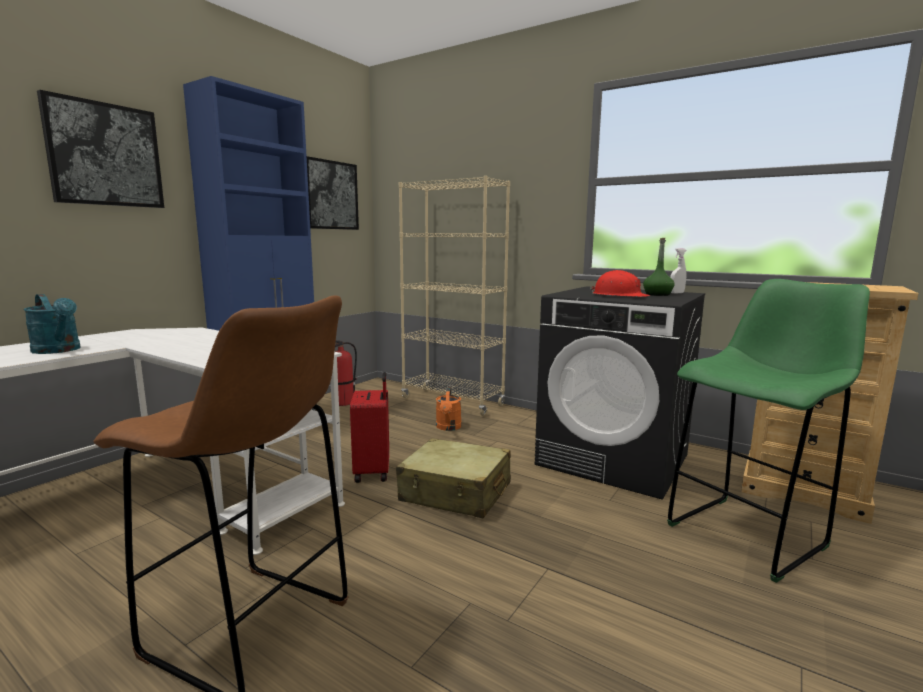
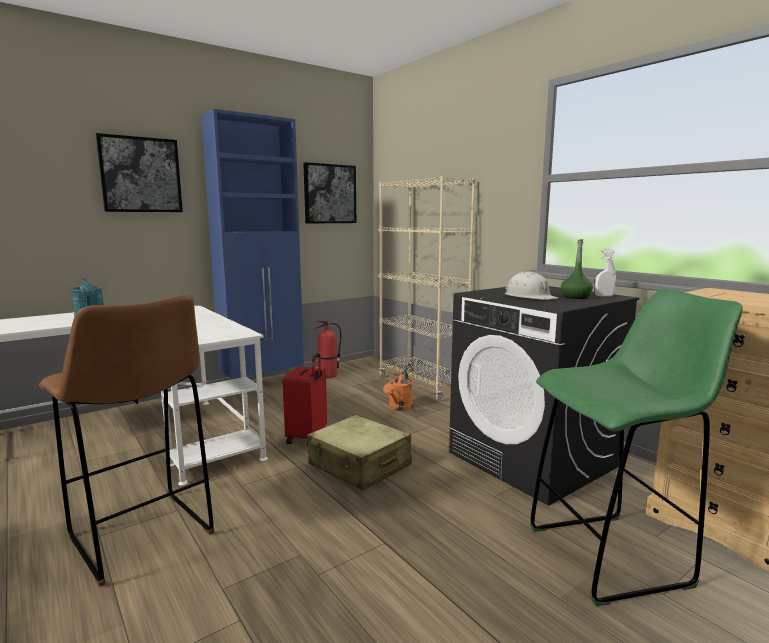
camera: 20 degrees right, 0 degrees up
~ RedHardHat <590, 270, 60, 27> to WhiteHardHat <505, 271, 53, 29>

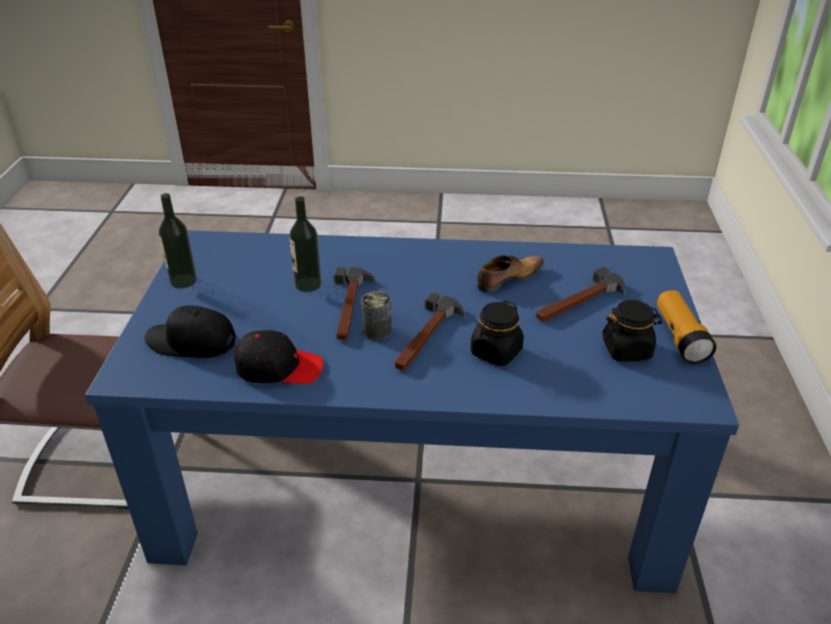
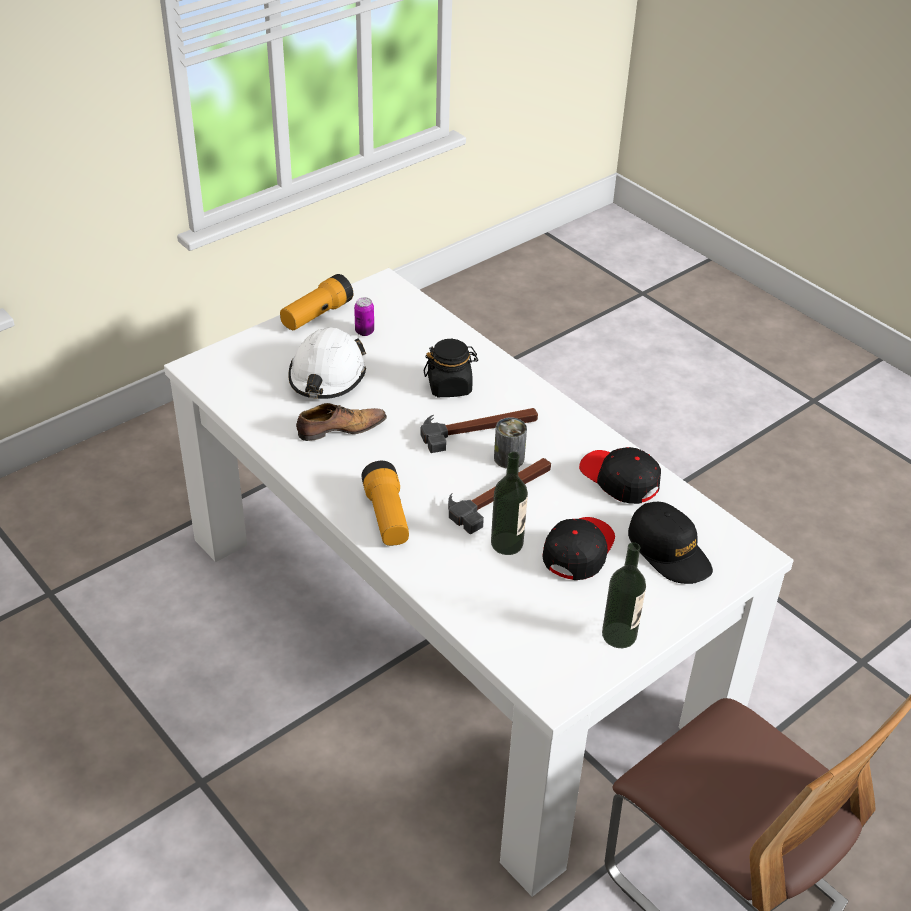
camera: 135 degrees left, 5 degrees up
~ BlueDiningTable <85, 230, 654, 363> to WhiteDiningTable <164, 268, 630, 629>
~ Shoe <477, 255, 67, 37> = <296, 403, 91, 38> 150 degrees clockwise
~ Hammer <536, 267, 90, 55> to WhiteHardHat <288, 327, 78, 72>
~ BlackJar <602, 300, 61, 61> to Can <354, 297, 20, 39>
+ Flashlight <361, 461, 48, 85>
+ BlackCap <542, 517, 73, 63>

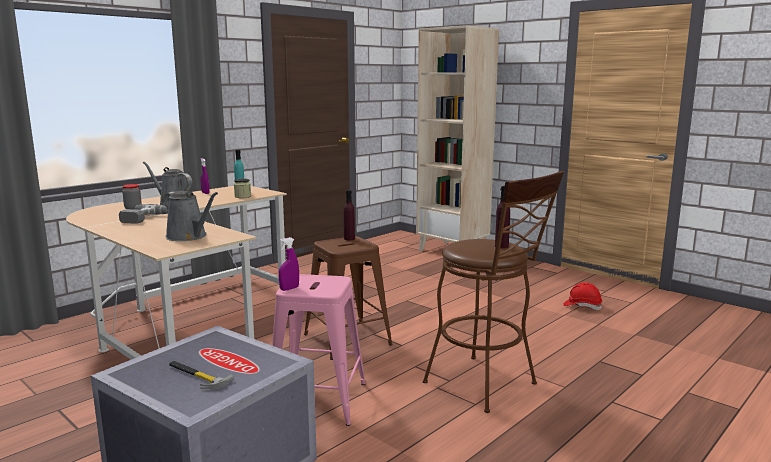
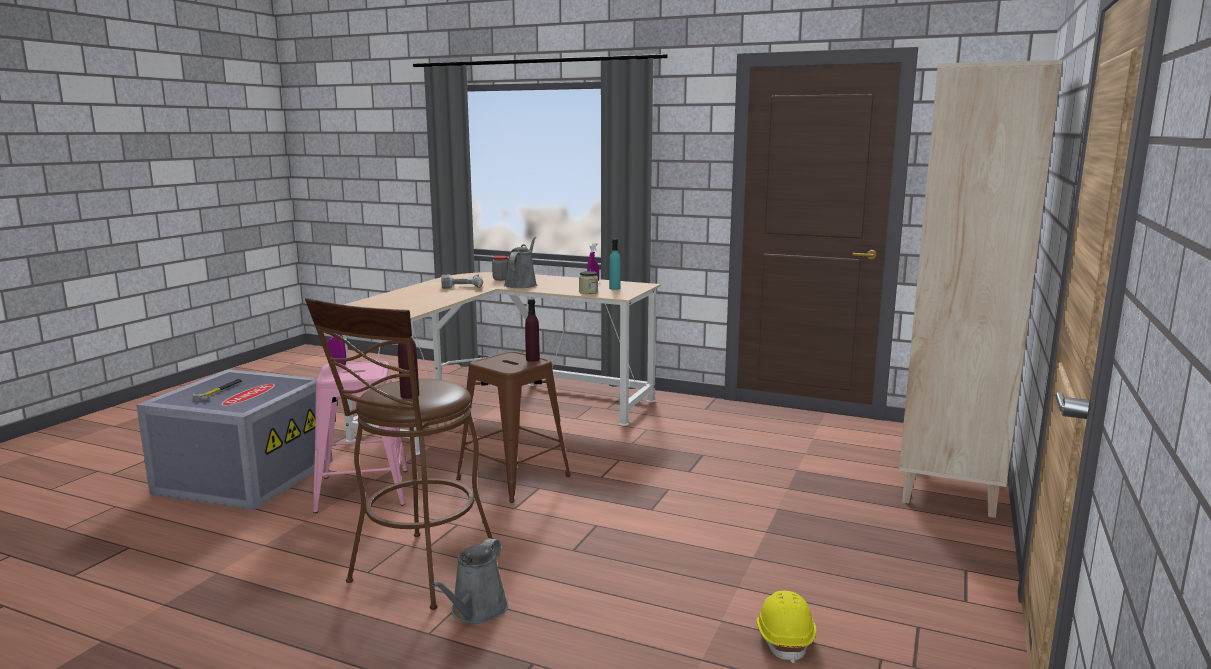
camera: 70 degrees right, 0 degrees up
~ GreyWateringCan <164, 191, 54, 50> to <432, 538, 76, 86>
~ RedHardHat <563, 282, 39, 28> to YellowHardHat <756, 591, 60, 72>

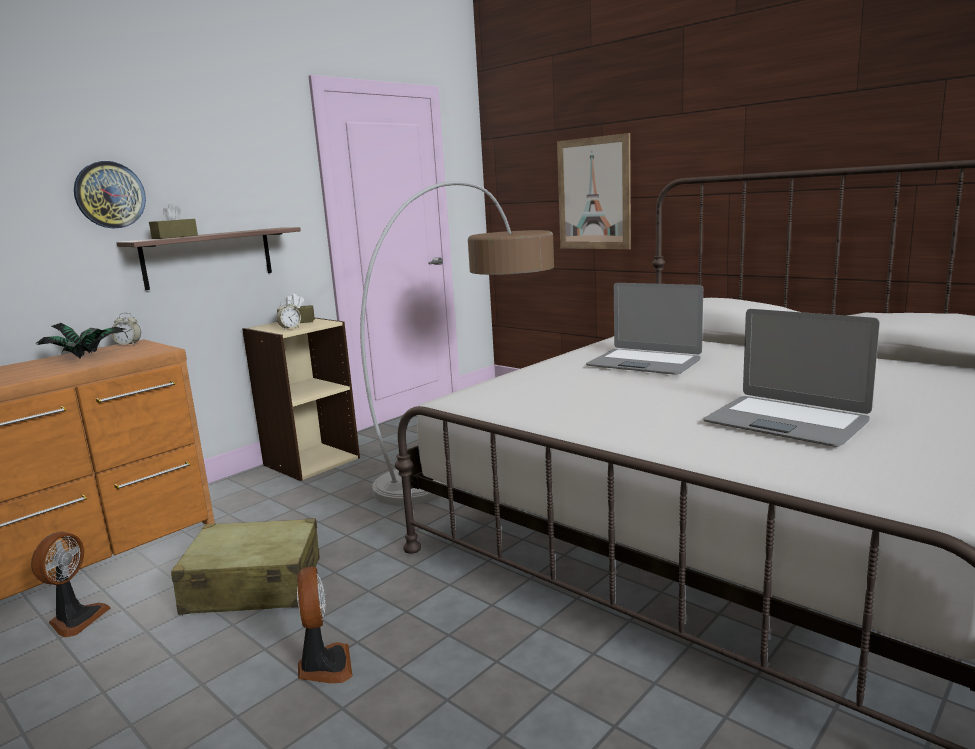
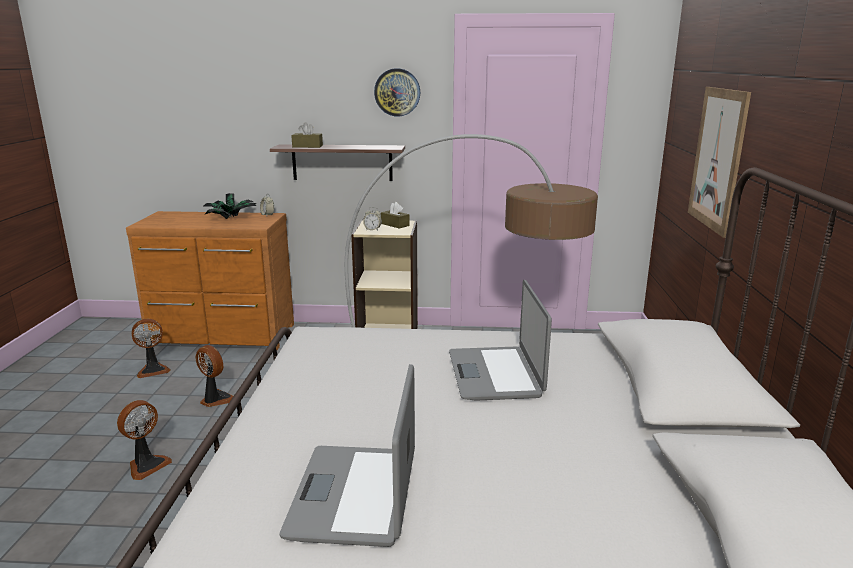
camera: 50 degrees right, 5 degrees up
~ WallClock <74, 161, 72, 67> to <374, 68, 46, 49>
~ BeigeSuitcase <171, 518, 149, 97> to Fan <195, 345, 38, 62>

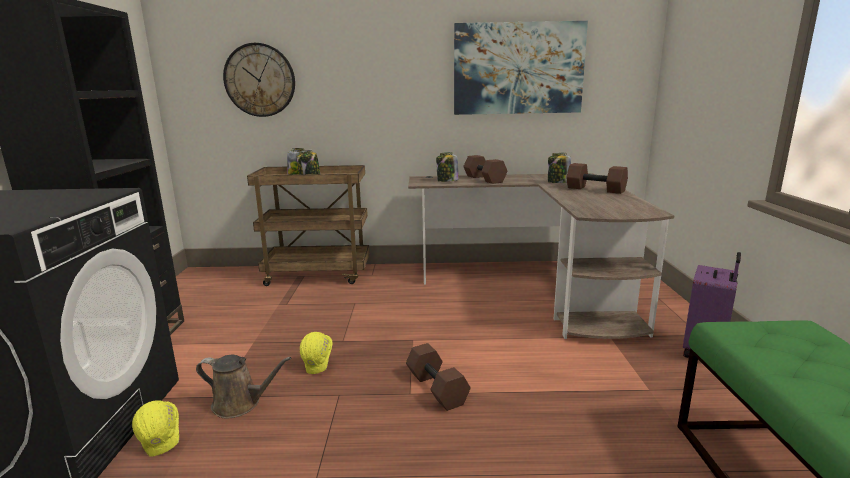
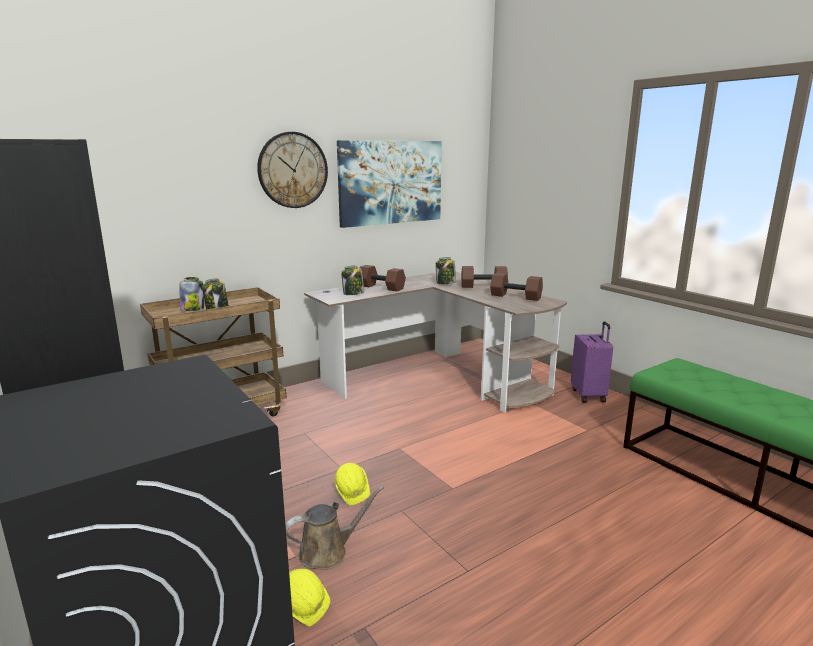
camera: 35 degrees left, 0 degrees up
~ WallClock <223, 43, 72, 74> to <257, 132, 71, 76>
~ BrownDumbbell <406, 343, 65, 68> to <490, 273, 53, 28>

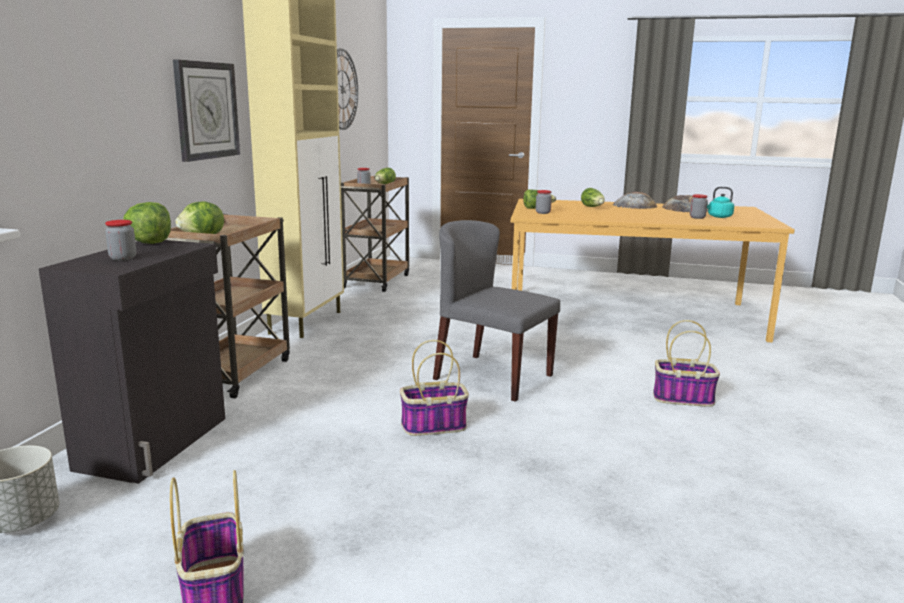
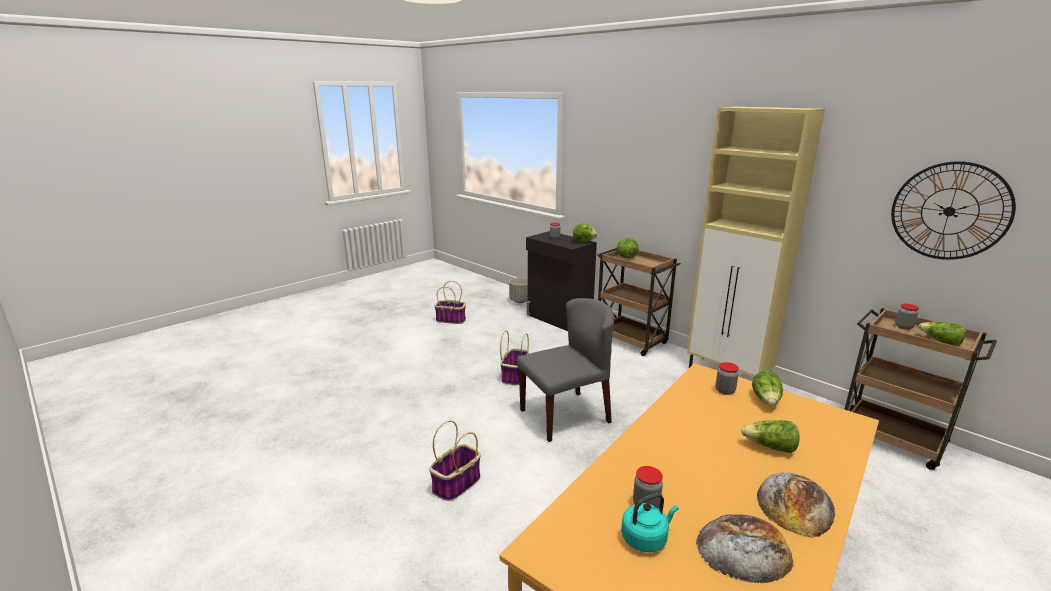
camera: 120 degrees right, 5 degrees up
- WallClock <173, 59, 67, 103>

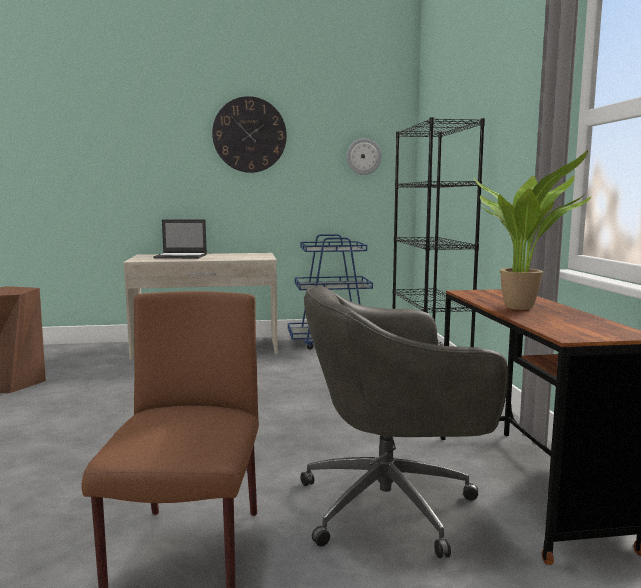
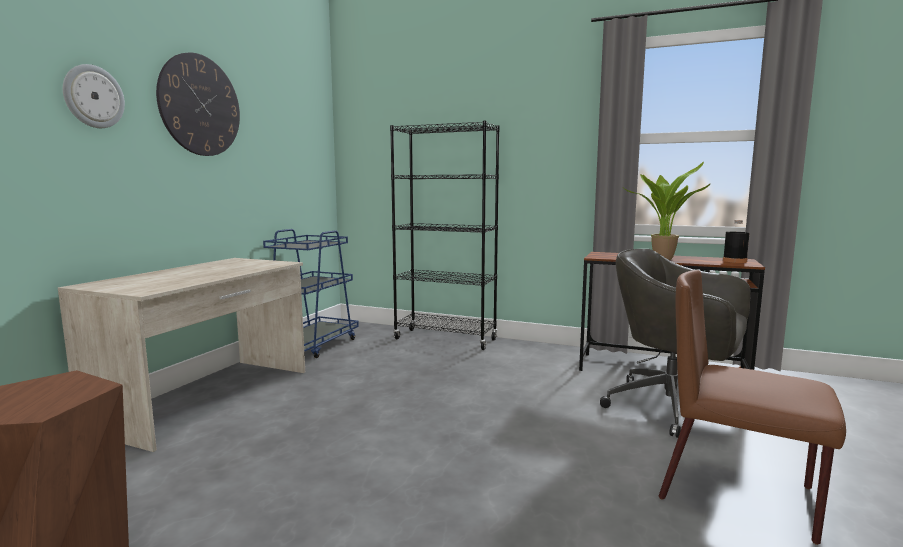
camera: 60 degrees left, 0 degrees up
~ WallClock <346, 138, 36, 37> to <63, 64, 62, 64>
- Laptop <153, 220, 54, 39>
~ GreyOfficeChair <300, 286, 208, 272> = <600, 249, 151, 189> 105 degrees clockwise
+ BlackBottle <723, 220, 27, 43>

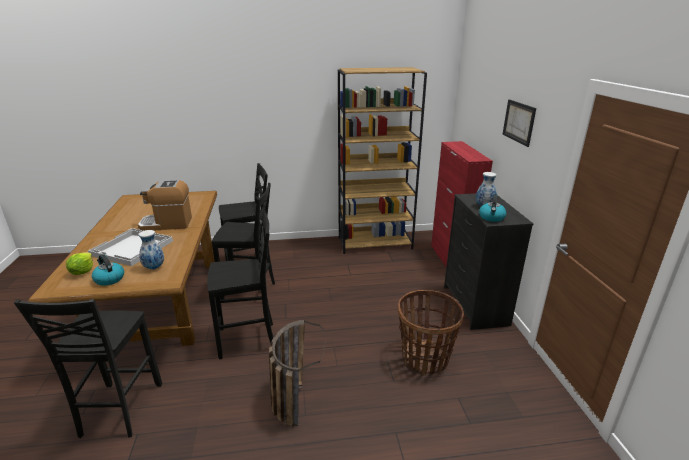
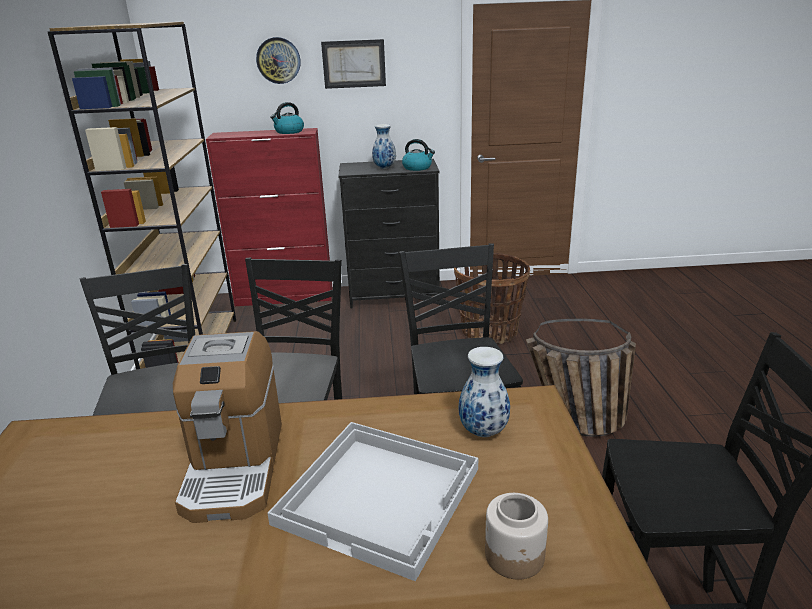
camera: 85 degrees left, 0 degrees up
~ Lettuce <66, 253, 27, 22> to Jar <485, 493, 63, 87>
~ Kettle <92, 254, 32, 32> to <270, 102, 34, 32>
+ WallClock <256, 37, 45, 47>

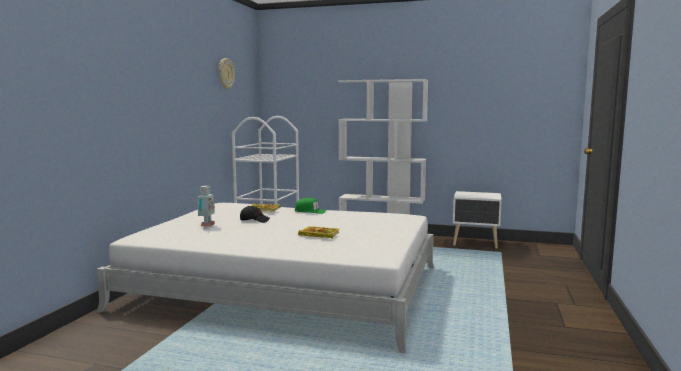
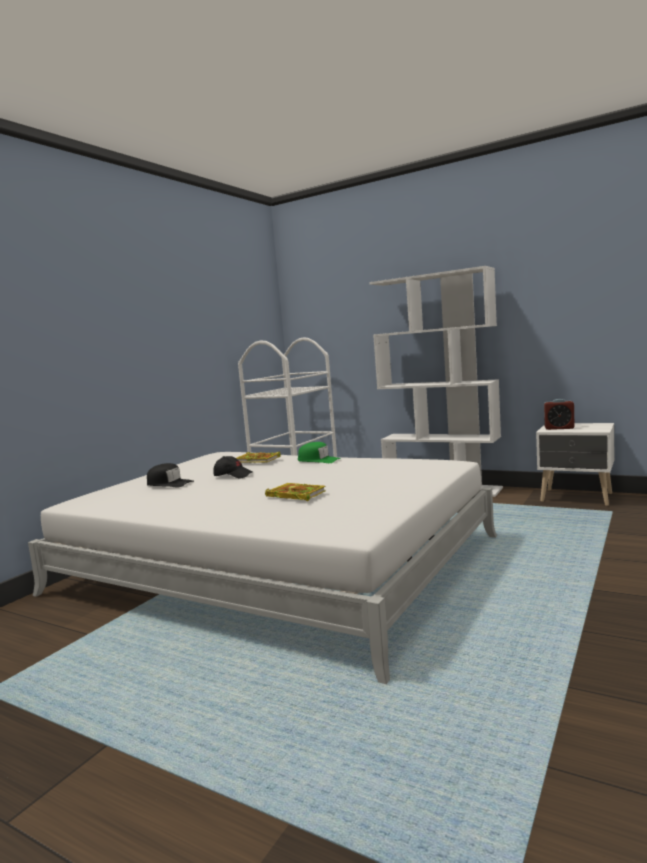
camera: 15 degrees right, 0 degrees up
- WallClock <219, 58, 16, 31>
~ ToyRobot <197, 186, 18, 41> to BlackCap <147, 463, 47, 25>
+ AlarmClock <544, 399, 31, 31>

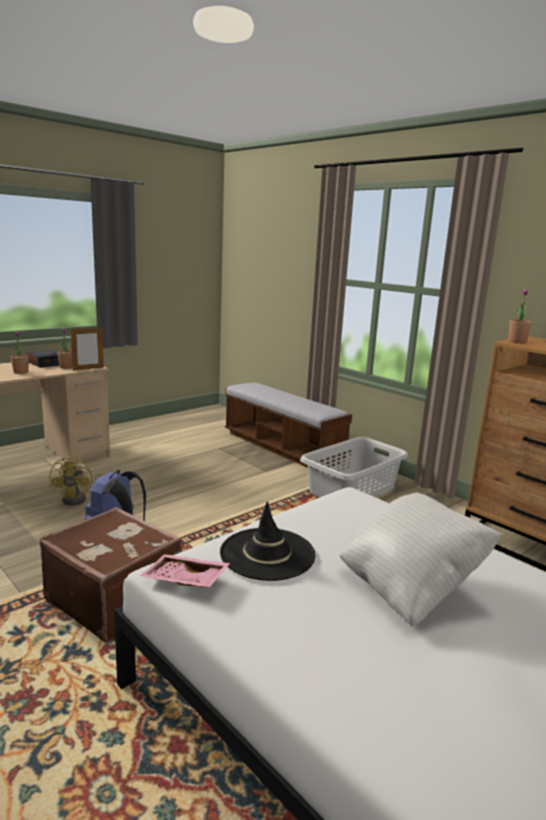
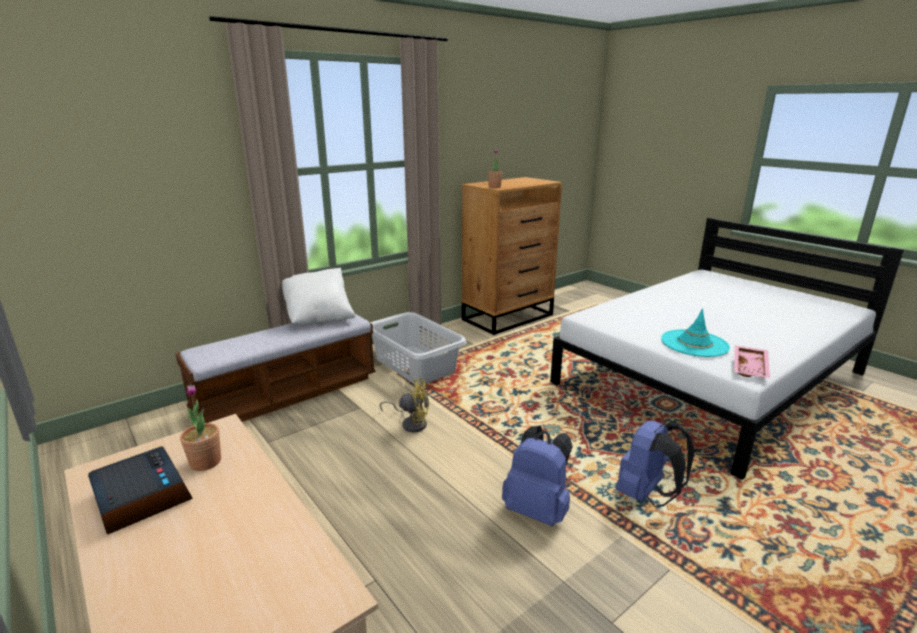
camera: 85 degrees left, 5 degrees up
- PictureFrame <70, 326, 34, 45>
- PottedPlant <11, 331, 18, 43>
~ YellowFan <49, 456, 53, 49> to <380, 378, 49, 55>
~ WhitePillow <339, 493, 164, 133> to <282, 268, 73, 57>
~ BlackHat <220, 502, 96, 79> to TurquoiseHat <661, 308, 69, 49>
~ BrownSuitcase <40, 507, 143, 137> to BlueBackpack <616, 420, 79, 87>

